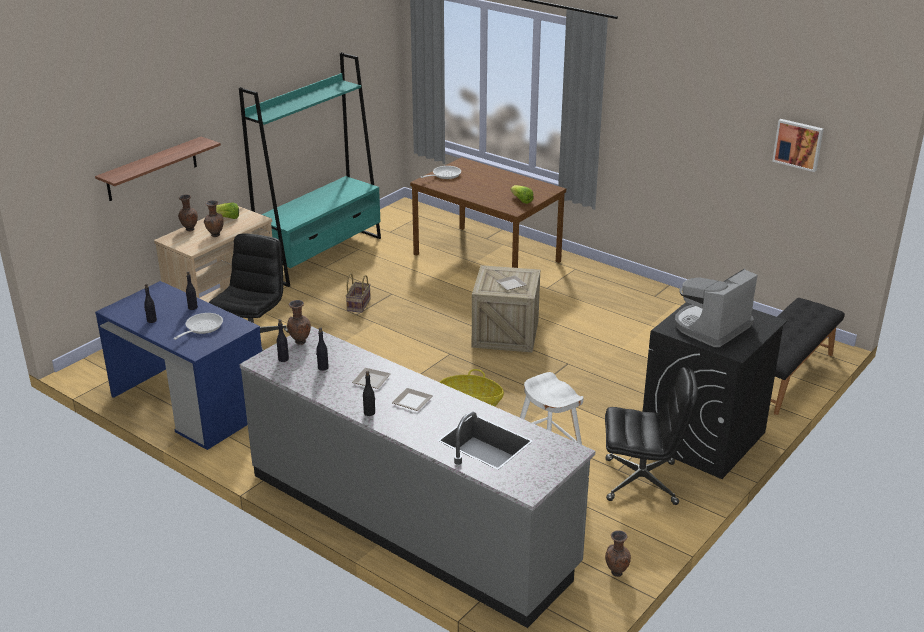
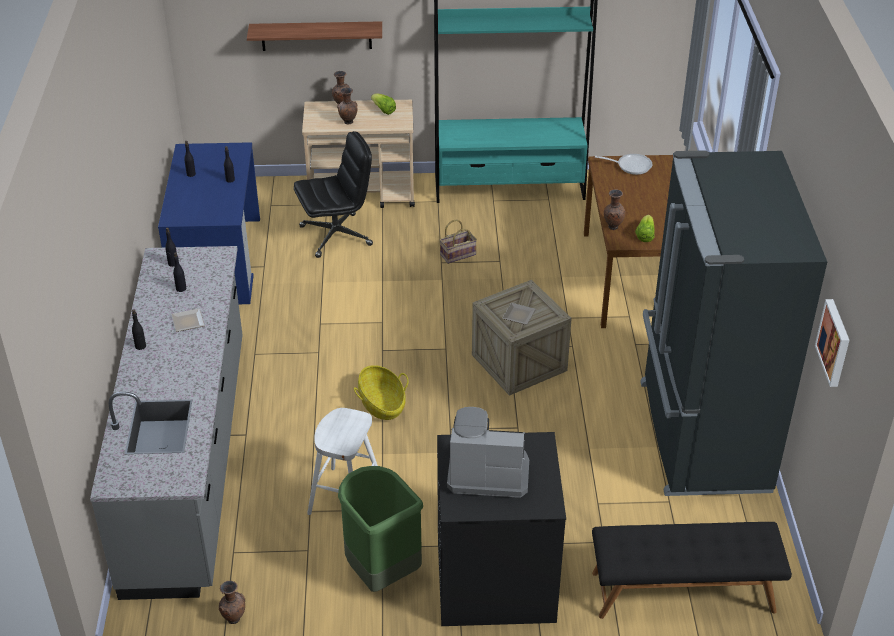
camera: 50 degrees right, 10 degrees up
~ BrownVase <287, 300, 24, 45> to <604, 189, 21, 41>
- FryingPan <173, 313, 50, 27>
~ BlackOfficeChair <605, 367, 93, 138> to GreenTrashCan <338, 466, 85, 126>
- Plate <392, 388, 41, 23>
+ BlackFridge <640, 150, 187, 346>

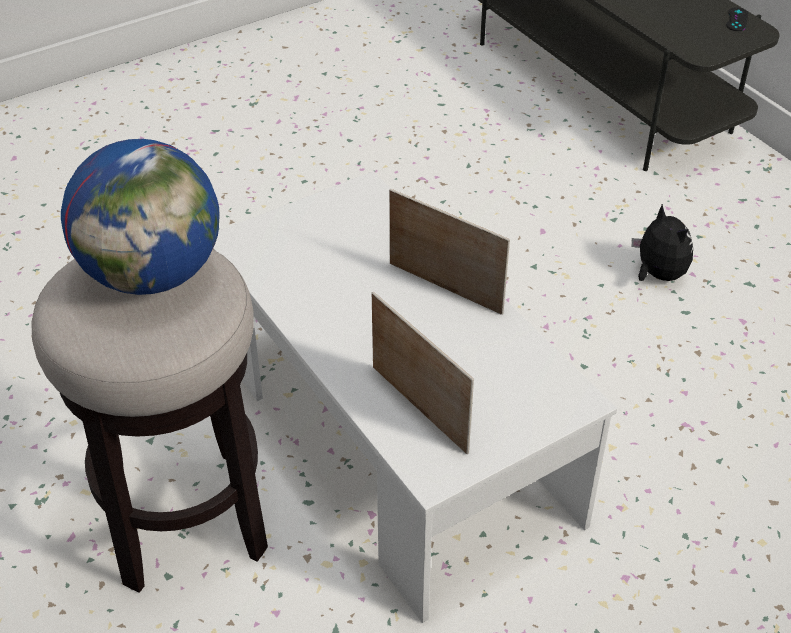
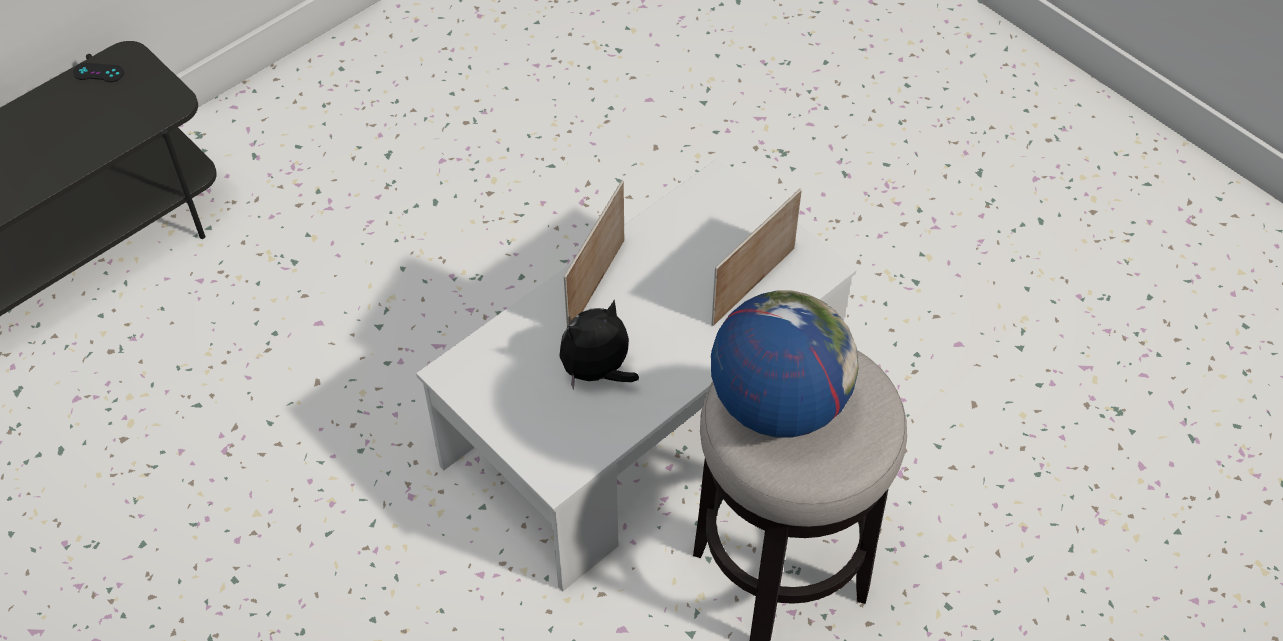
camera: 100 degrees left, 10 degrees up
~ PlushToy <631, 204, 62, 77> to <559, 300, 80, 90>

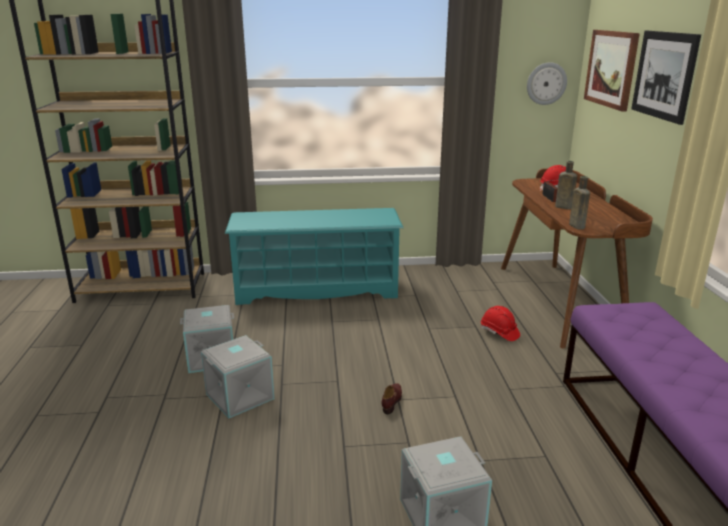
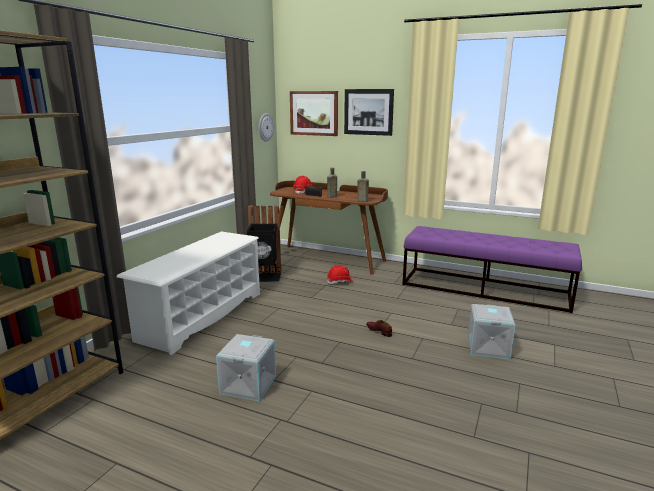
camera: 60 degrees left, 5 degrees down
~ TurquoiseShoeRack <225, 208, 179, 97> to WhiteShoeRack <117, 232, 143, 123>
- GreyStorageBox <201, 335, 73, 83>
+ BlackTrashCan <247, 206, 34, 76>

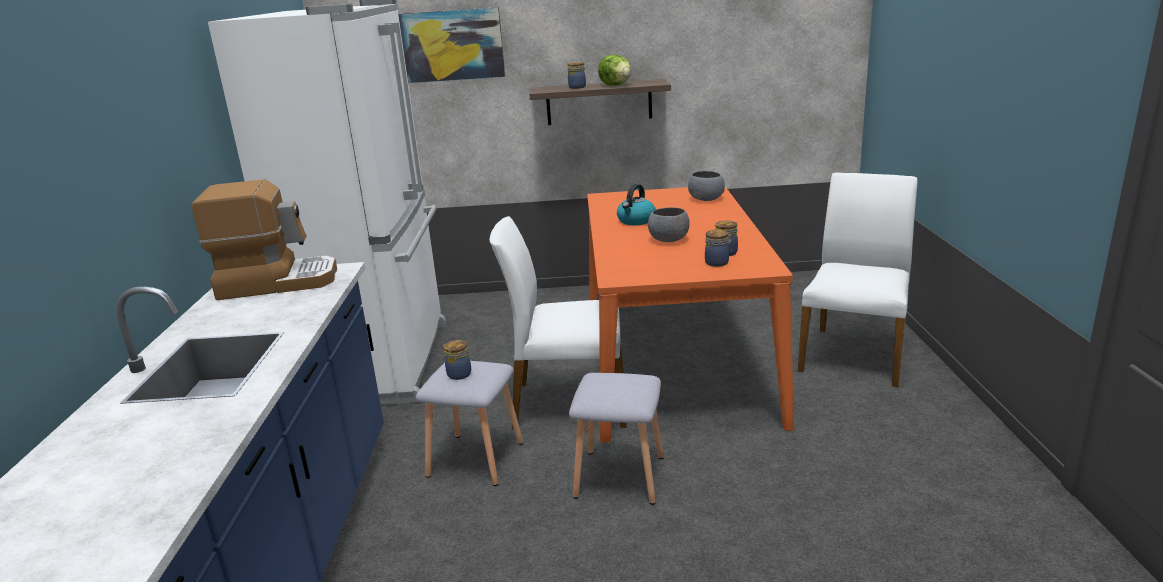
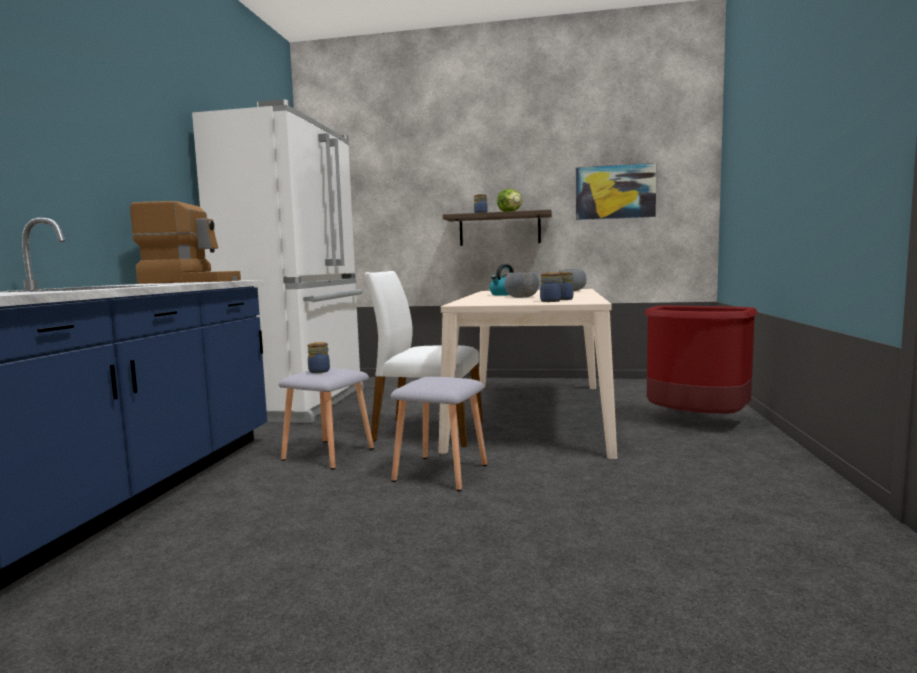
camera: 10 degrees right, 15 degrees down
~ Picture <398, 7, 107, 76> to <576, 163, 81, 57>
~ WhiteChair <798, 173, 120, 214> to RedTrashCan <644, 305, 114, 109>
~ OrangeDiningTable <587, 187, 207, 256> to BeigeDiningTable <438, 289, 179, 170>

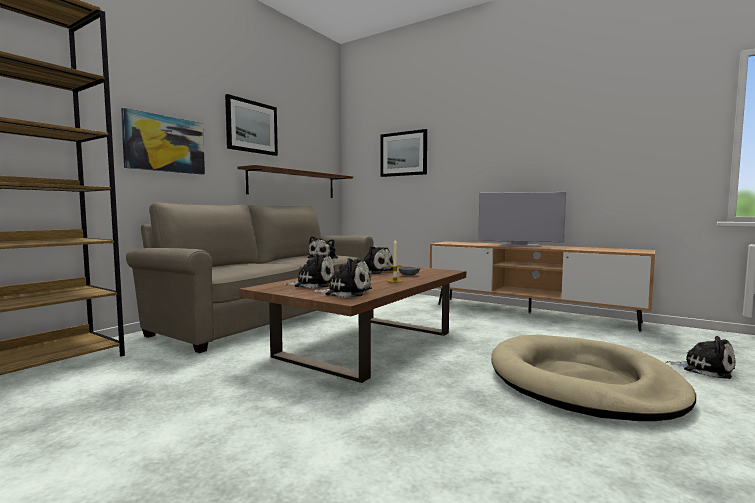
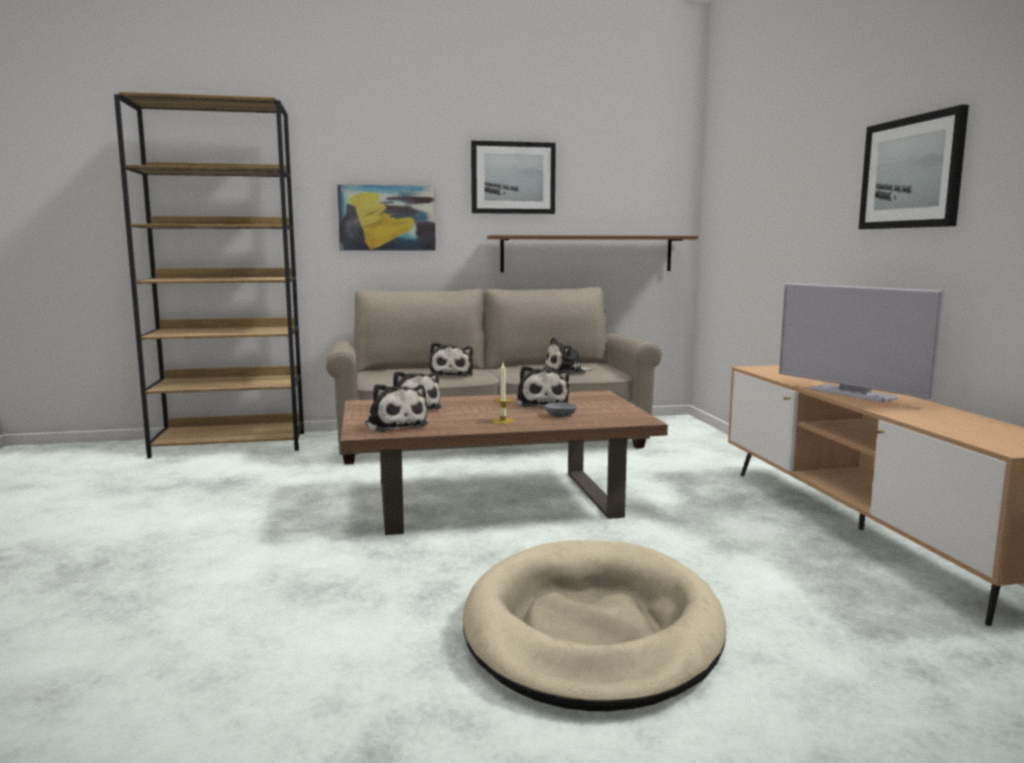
camera: 45 degrees right, 5 degrees up
~ Picture <380, 129, 47, 48> to <859, 105, 110, 124>
~ PlushToy <665, 336, 71, 43> to <429, 342, 44, 34>

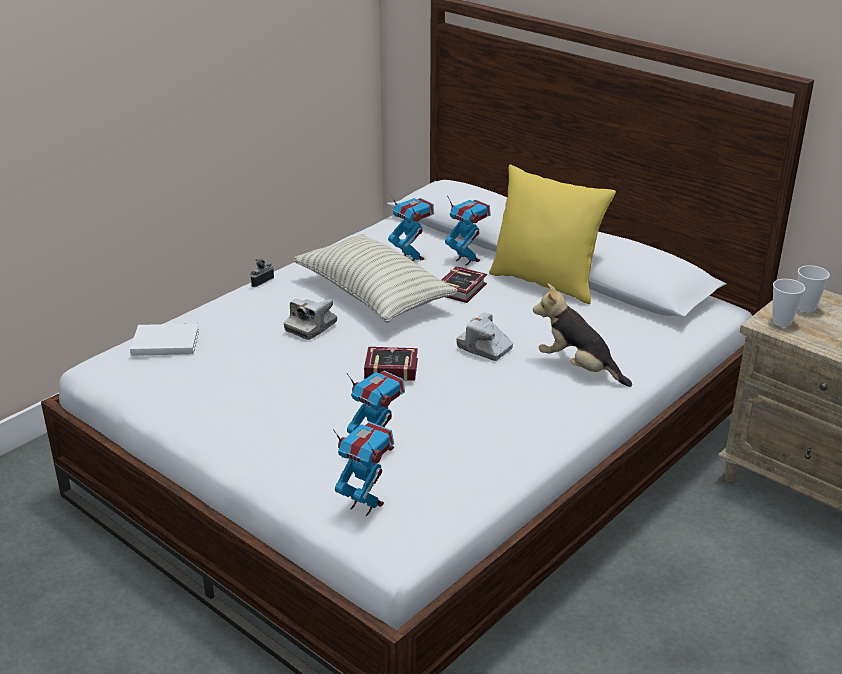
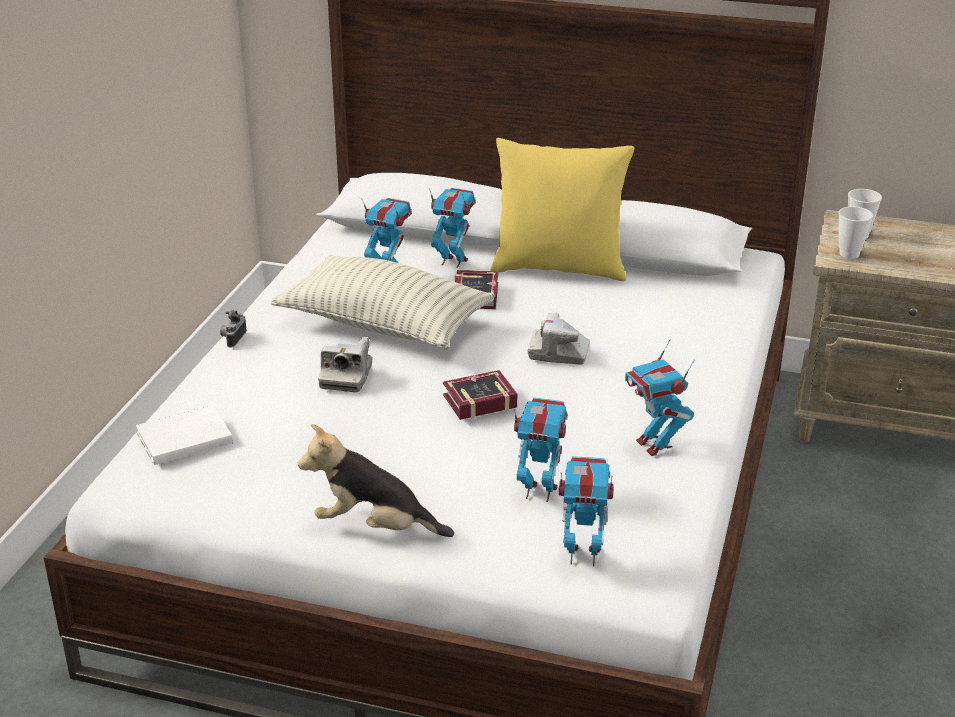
camera: 25 degrees left, 0 degrees up
~ PlushToy <533, 284, 99, 103> to <298, 424, 156, 113>
+ ToyRobot <625, 339, 69, 117>

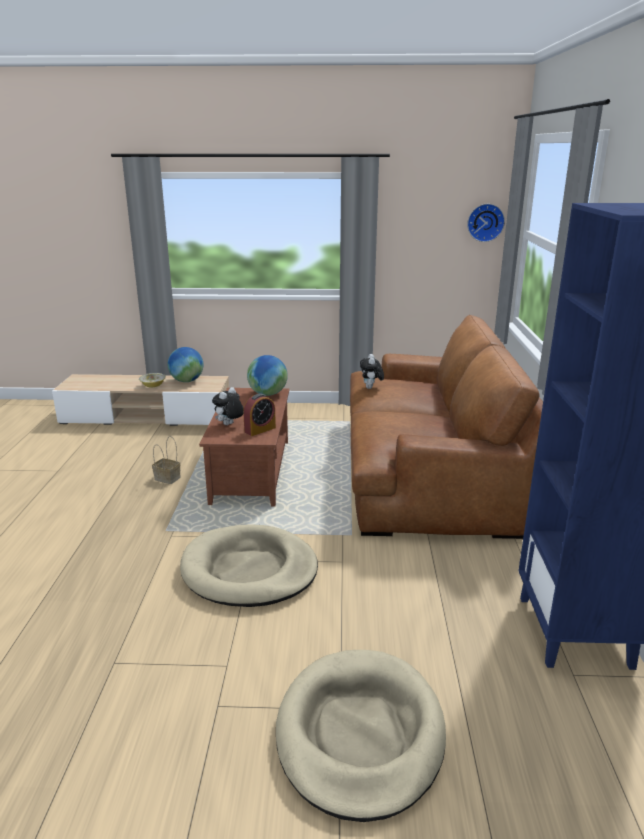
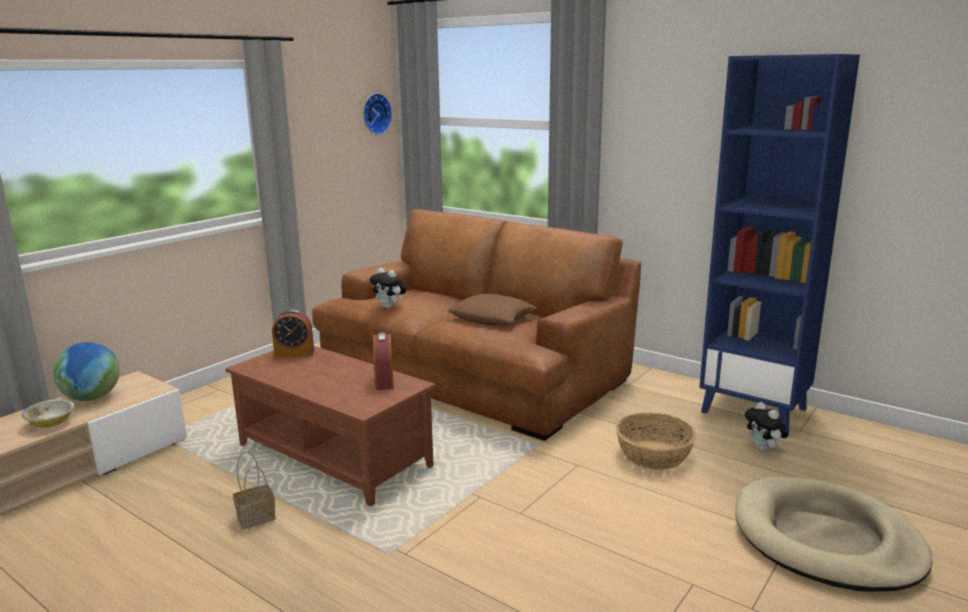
camera: 55 degrees left, 5 degrees down
~ Globe <247, 355, 41, 41> to AlarmClock <272, 309, 42, 48>
~ PlushToy <212, 387, 32, 38> to <745, 402, 44, 50>
- BeigeDogBed <180, 524, 138, 83>
+ BrownPillow <447, 294, 89, 31>
+ Basket <616, 412, 80, 58>

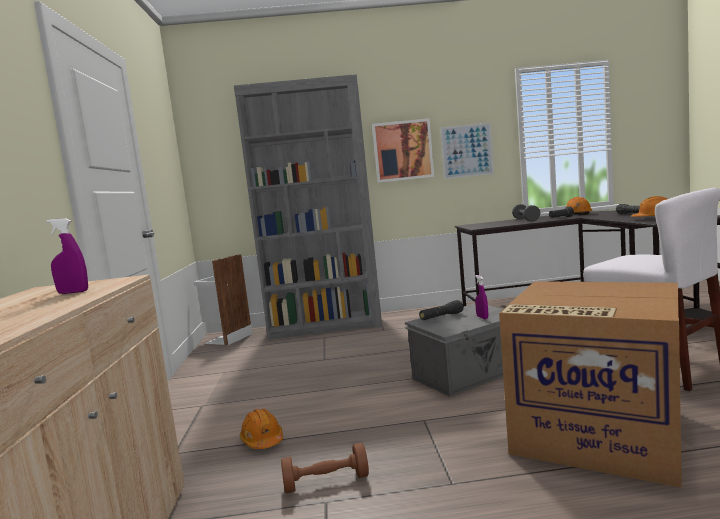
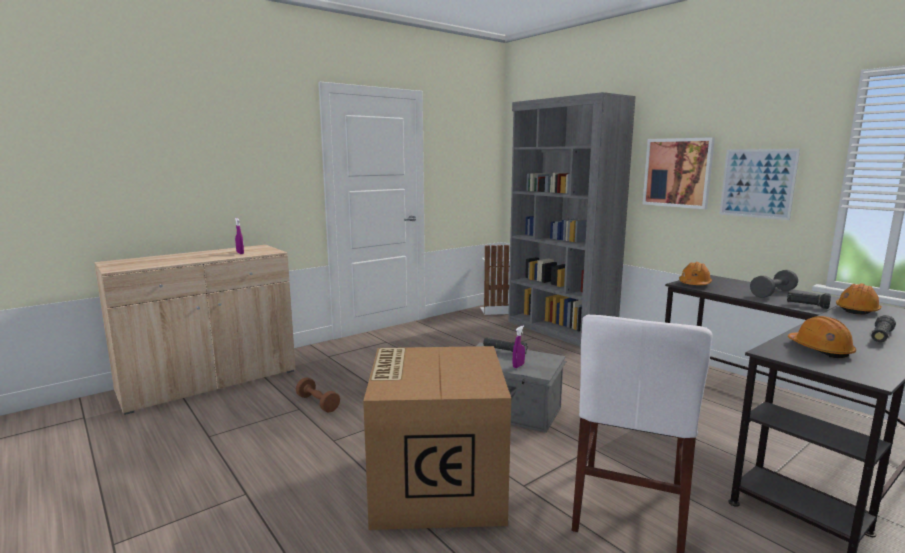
camera: 55 degrees right, 5 degrees up
~ OrangeHardHat <240, 409, 43, 40> to <679, 262, 33, 23>

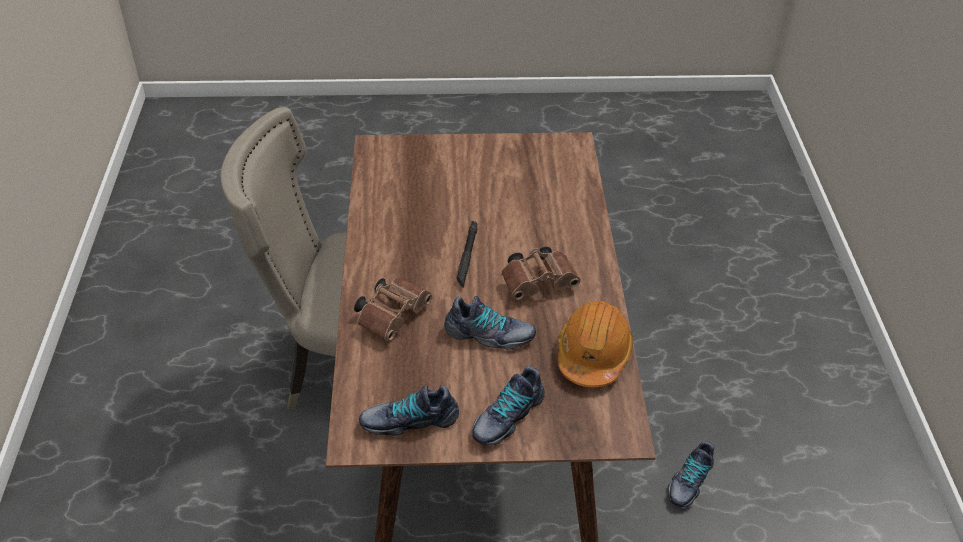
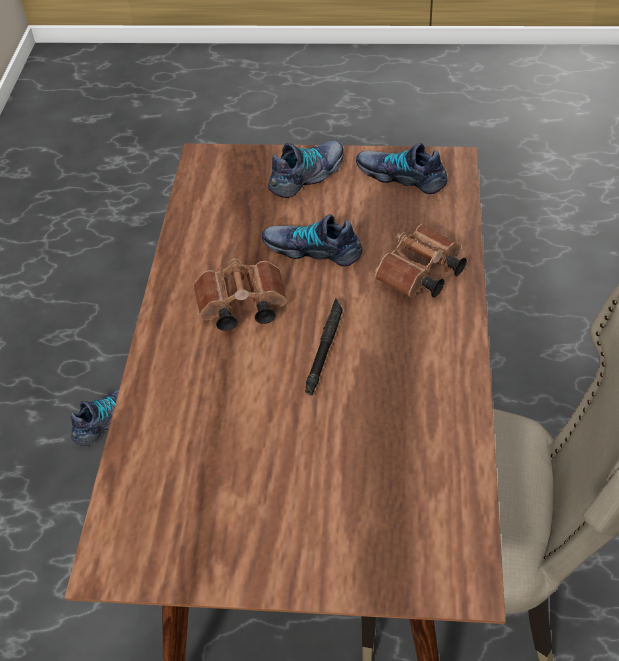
camera: 170 degrees left, 5 degrees up
- OrangeHardHat <557, 301, 76, 86>
~ Shoe <359, 385, 100, 51> = <356, 143, 92, 51> 150 degrees counterclockwise

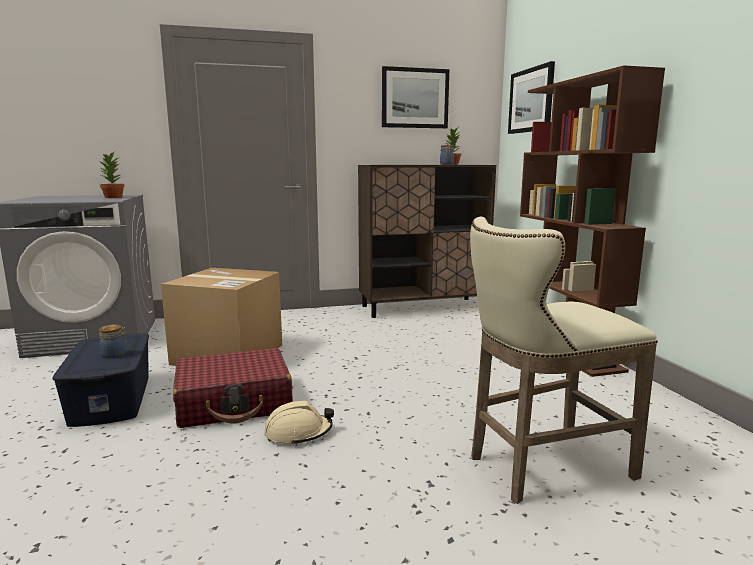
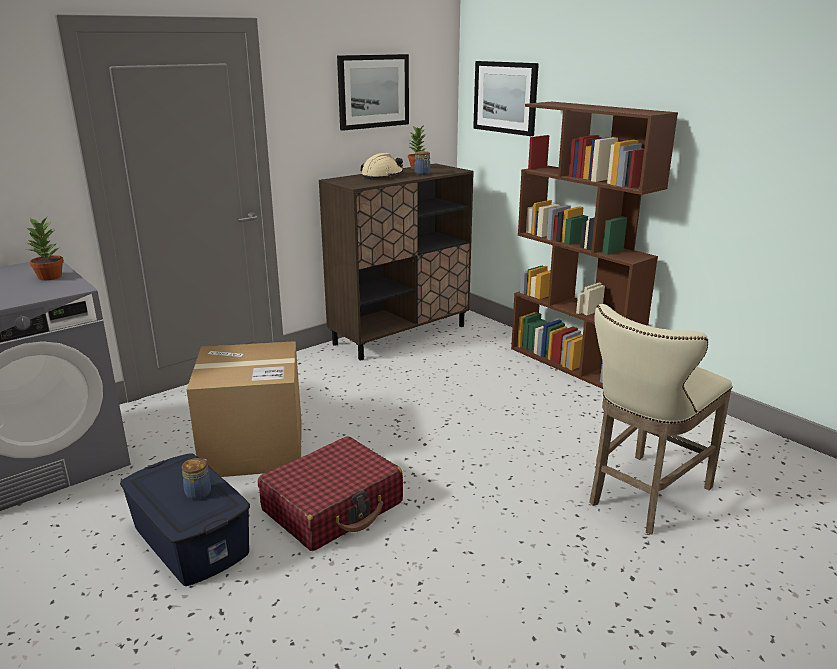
camera: 25 degrees left, 10 degrees up
~ BeigeHardHat <264, 401, 70, 45> to <360, 153, 44, 26>

